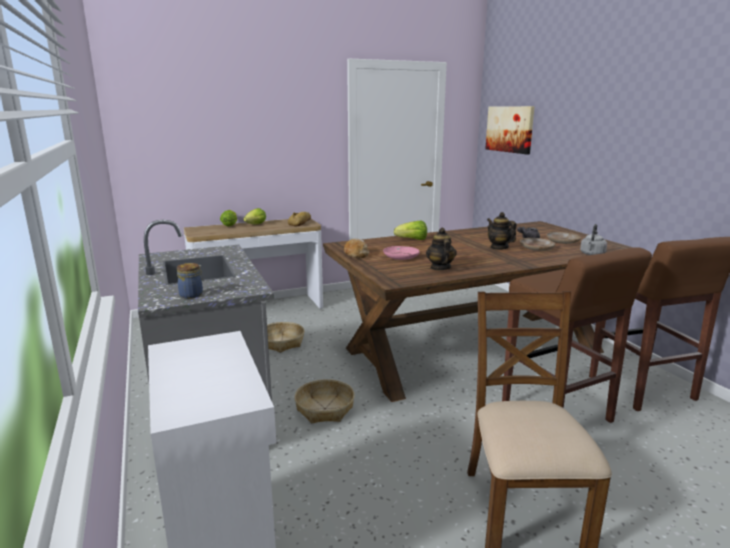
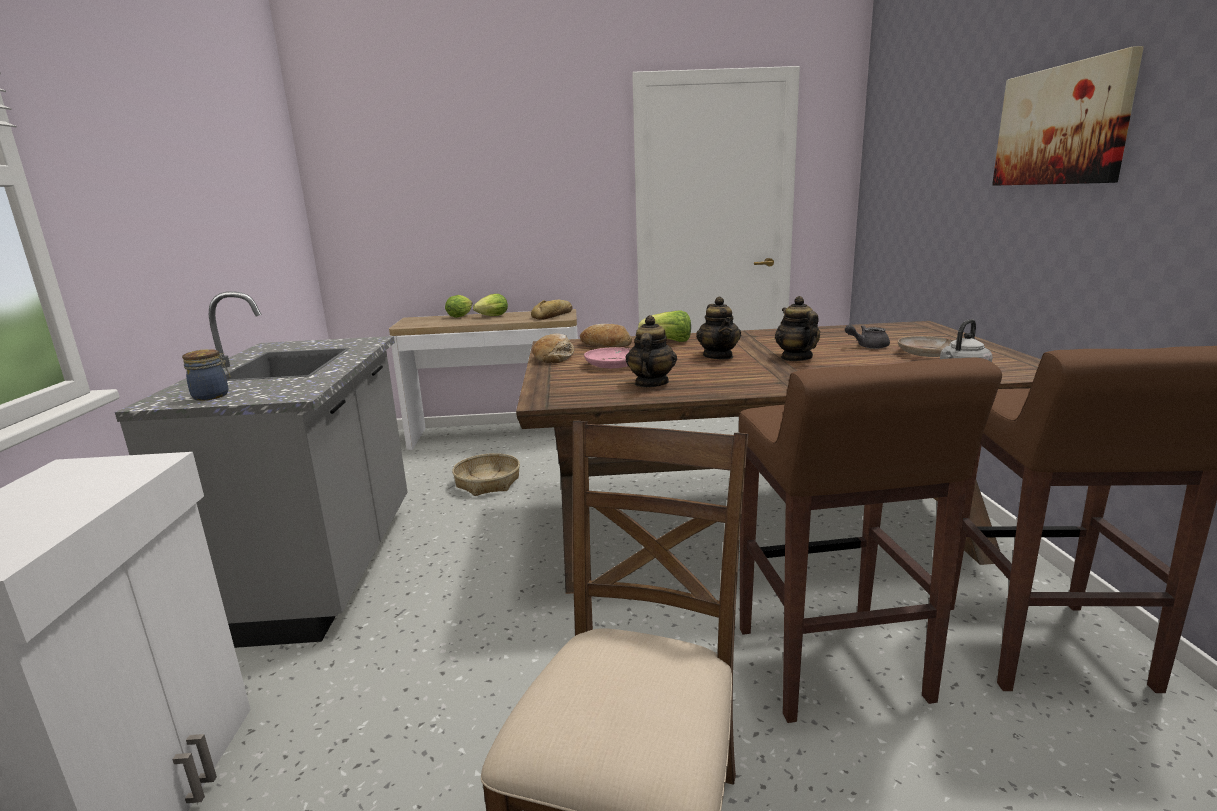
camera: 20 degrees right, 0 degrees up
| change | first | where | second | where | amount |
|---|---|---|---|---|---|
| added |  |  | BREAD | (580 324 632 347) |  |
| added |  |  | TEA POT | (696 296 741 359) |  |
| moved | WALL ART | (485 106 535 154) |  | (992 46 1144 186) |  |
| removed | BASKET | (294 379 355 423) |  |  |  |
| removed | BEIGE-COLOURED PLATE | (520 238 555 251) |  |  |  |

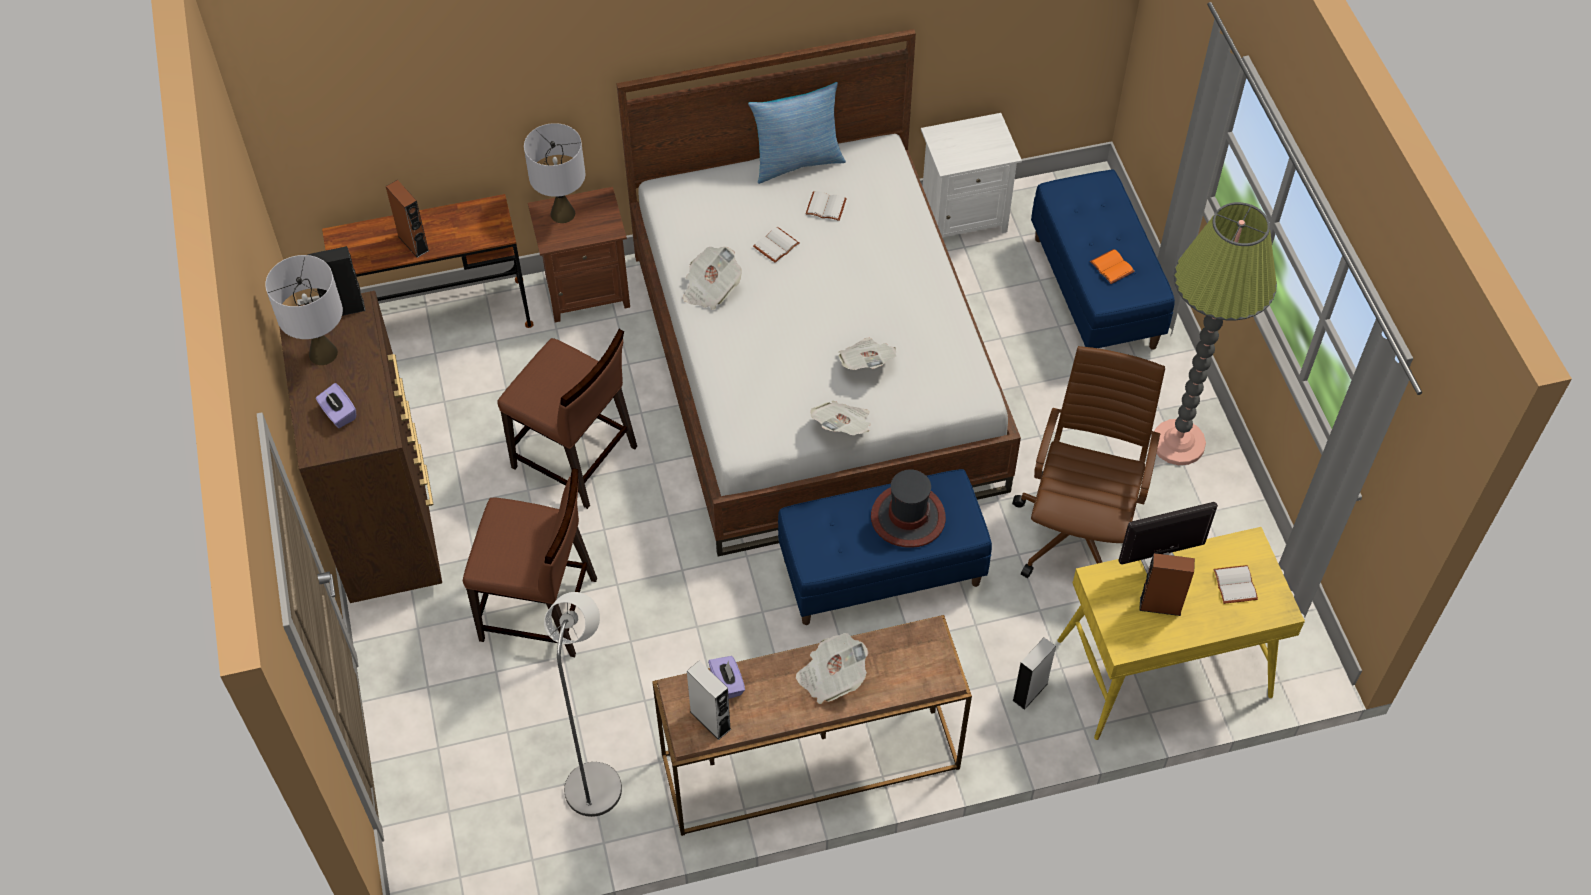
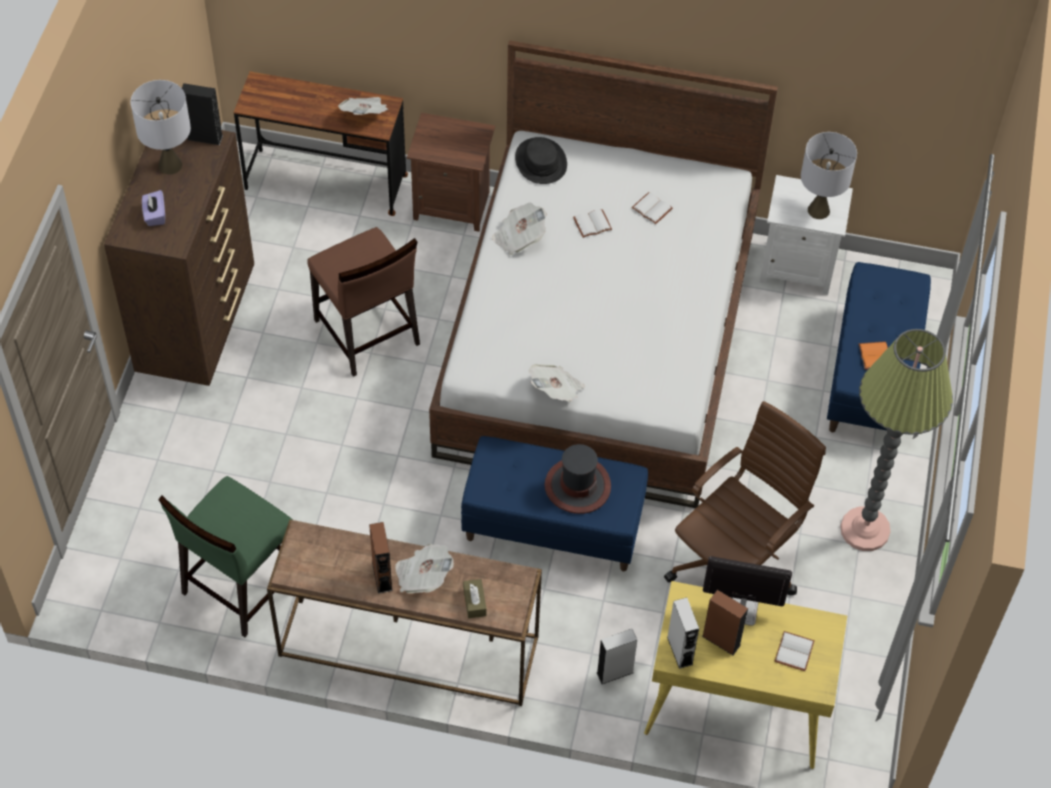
camera: 25 degrees right, 0 degrees up
| change | first | where | second | where | amount |
|---|---|---|---|---|---|
| replaced | GRAY FLOOR LAMP | (544 592 622 817) | GREEN-COLOURED PLAIN CHAIR | (158 476 293 637) |  |
| moved | DAILY PAPER | (838 338 896 370) |  | (338 97 388 115) |  |
| moved | BROWN AUDIO SPEAKER | (386 180 429 258) |  | (369 522 393 593) |  |
| added |  |  | BROWN TISSUE BOX | (463 579 486 618) |  |
| added |  |  | BLACK-COLOURED CLOTHING HAT | (515 137 567 184) |  |
| moved | GRAY AUDIO SPEAKER | (687 661 731 740) |  | (667 598 699 669) |  |
| moved | GRAY TABLE LAMP | (524 123 586 223) |  | (801 132 857 219) |  |
| removed | BROWN PLAIN CHAIR | (463 468 597 657) |  |  |  |
| removed | PURPLE TISSUE BOX | (708 656 745 699) |  |  |  |
| removed | PILLOW | (748 82 846 184) |  |  |  |

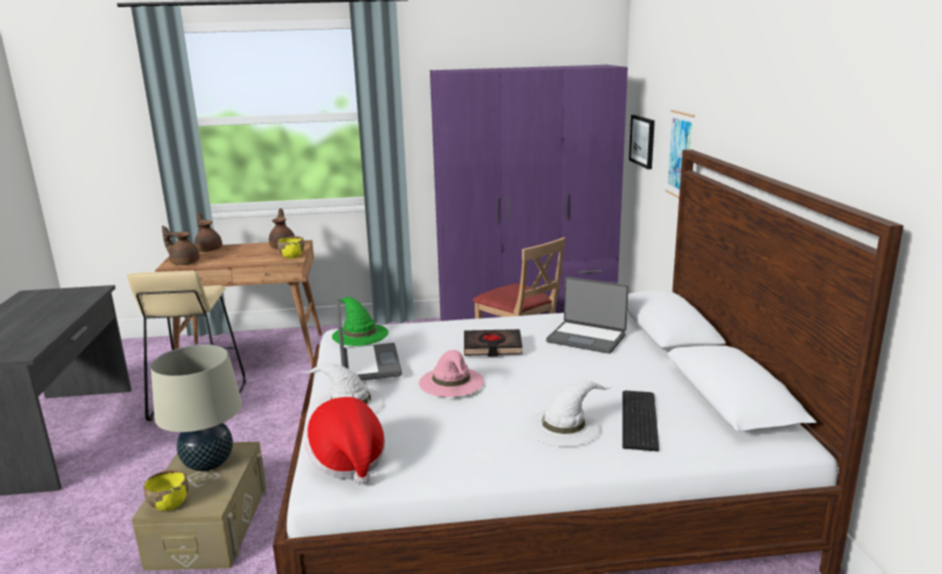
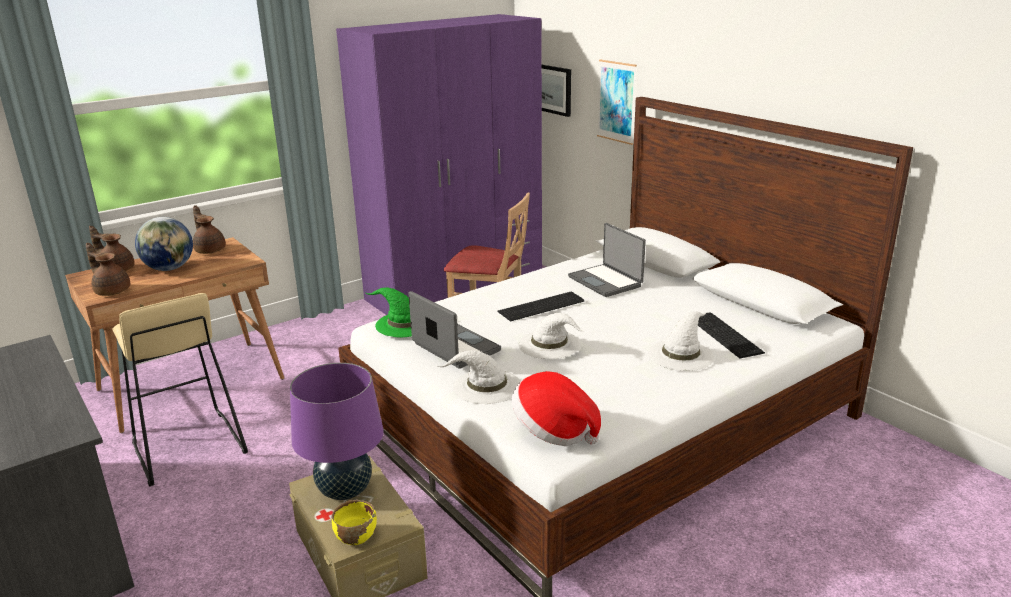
camera: 30 degrees left, 5 degrees up
| change | first | where | second | where | amount |
|---|---|---|---|---|---|
| turned | BROWN TEA POT | (162 226 200 265) |  | (86 243 131 296) | 45 degrees clockwise |
| added |  |  | DESK GLOBE | (135 217 193 271) |  |
| recoloured | BEIGE-COLOURED TABLE LAMP | (151 344 242 471) | PURPLE TABLE LAMP | (290 363 384 500) |  |
| replaced | BLACK-COLOURED VOLUME | (464 329 522 357) | PC KEYBOARD | (498 292 584 322) |  |
| recoloured | PINK-COLOURED CLOTHING HAT | (419 350 484 397) | WHITE CLOTHING HAT | (518 313 585 359) |  |
| turned | NOTEBOOK COMPUTER | (546 277 629 354) |  | (568 223 646 297) | 60 degrees clockwise |
| removed | YELLOW BOWL | (277 236 304 258) |  |  |  |

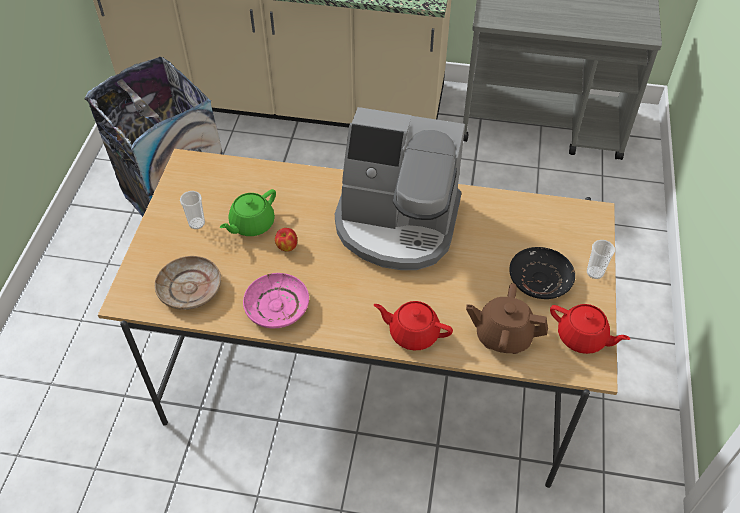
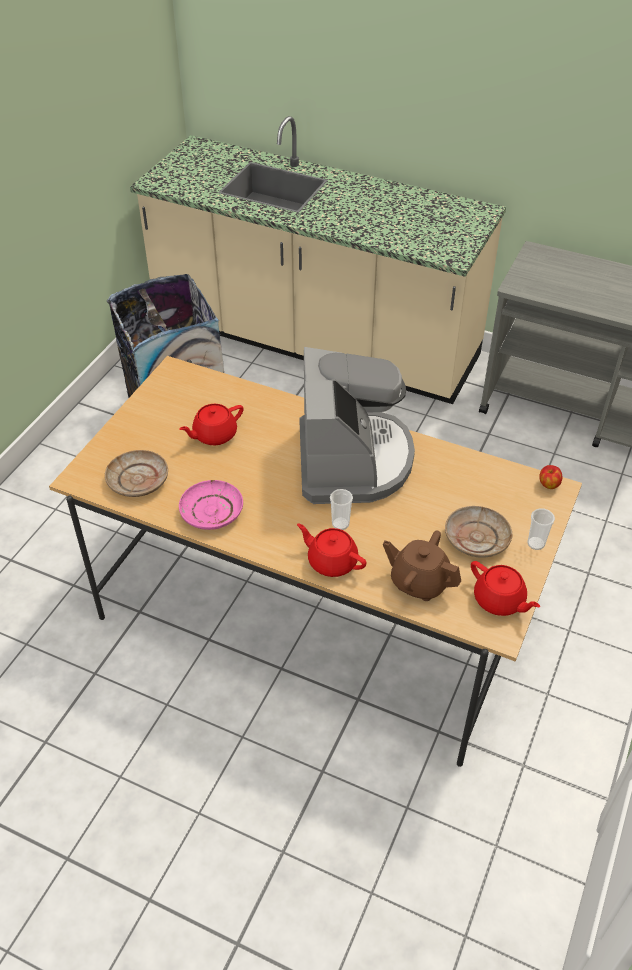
camera: 15 degrees right, 5 degrees down
| change | first | where | second | where | amount |
|---|---|---|---|---|---|
| recoloured | GREEN-COLOURED TEA POT | (220 189 276 236) | RED TEA POT | (179 404 243 445) |  |
| turned | COFFEE MAKER | (335 107 465 270) |  | (299 347 415 504) | 120 degrees counterclockwise |
| moved | SMALL CUP | (180 191 205 229) |  | (330 489 353 530) |  |
| recoloured | BLACK-COLOURED PLATE | (509 247 575 299) | BEIGE-COLOURED PLATE | (445 506 512 558) |  |
| moved | APPLE FRUIT | (275 228 297 252) |  | (539 465 563 489) |  |

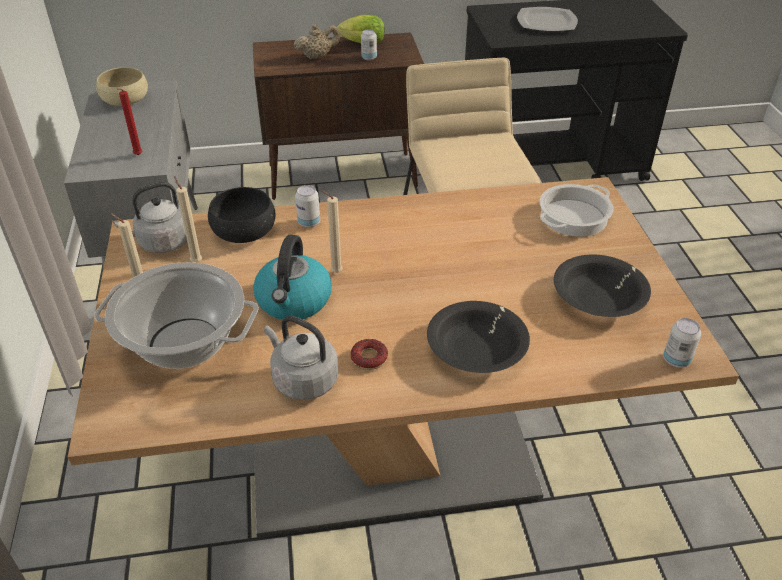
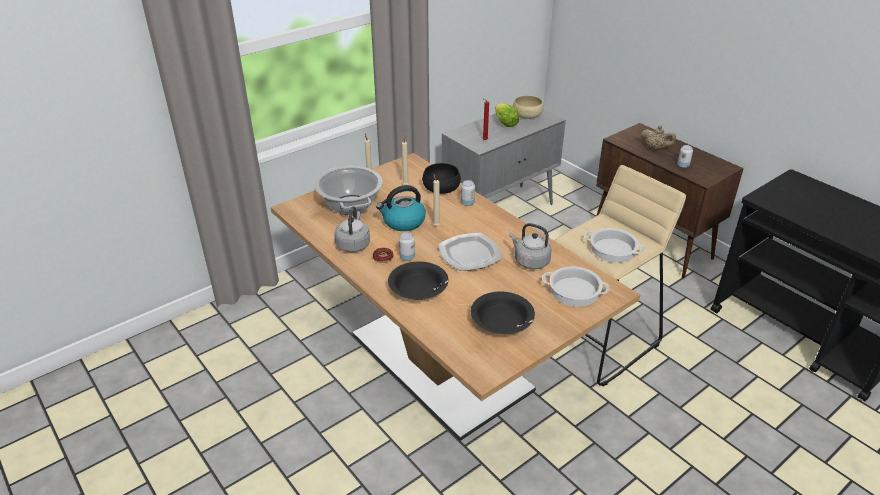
camera: 60 degrees right, 5 degrees down
| change | first | where | second | where | amount |
|---|---|---|---|---|---|
| moved | METAL CAN | (663 318 701 368) |  | (399 232 415 261) |  |
| moved | PLATE | (517 7 578 31) |  | (438 233 503 271) |  |
| moved | HEAD OF LETTUCE | (337 15 385 43) |  | (495 103 519 127) |  |
| moved | GRAY WATER KETTLE | (113 182 187 253) |  | (509 223 552 269) |  |
| added |  |  | SAUCEPOT | (584 228 645 263) |  |

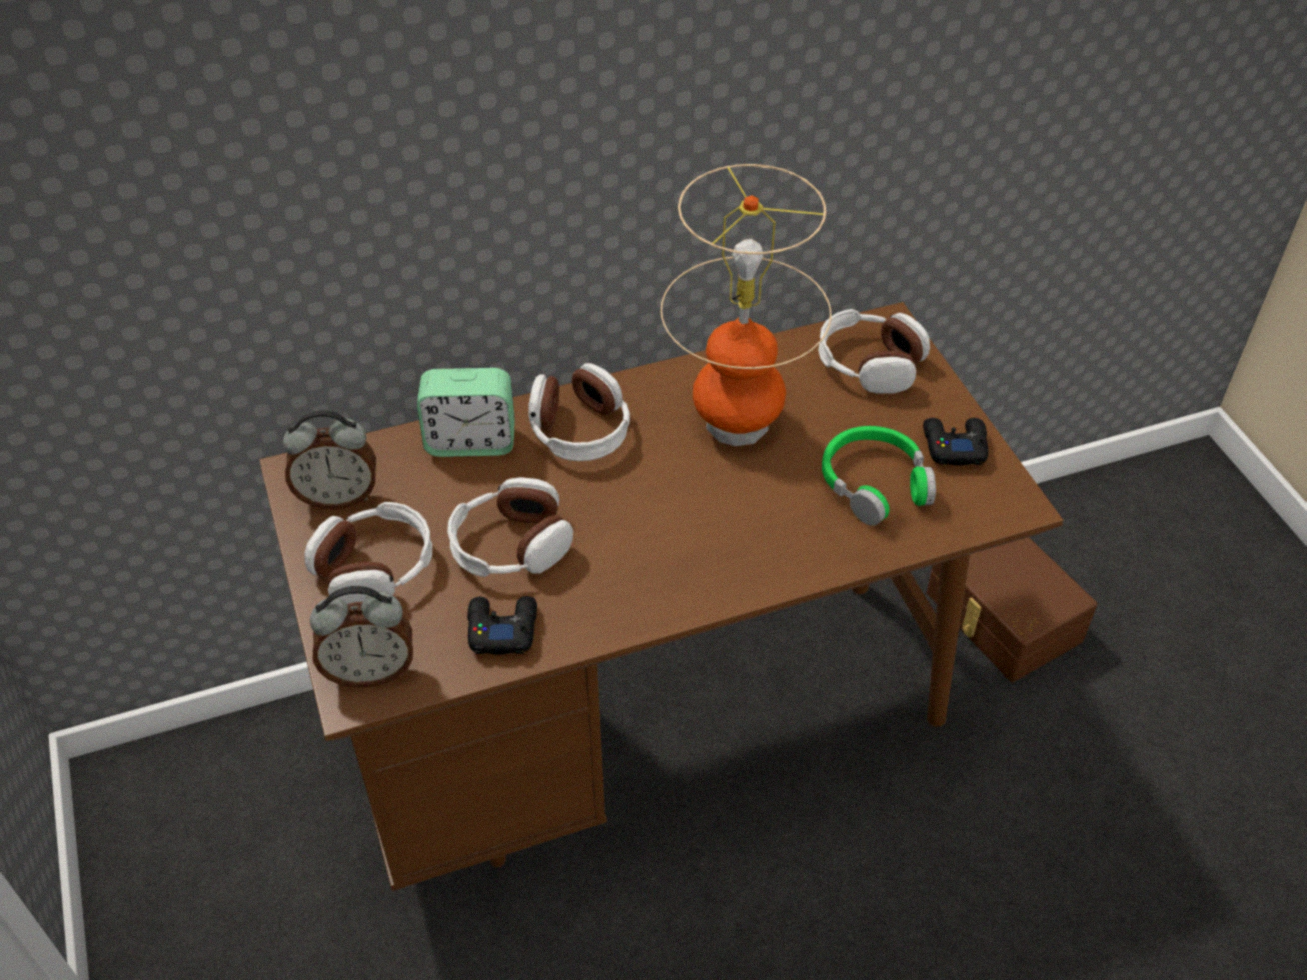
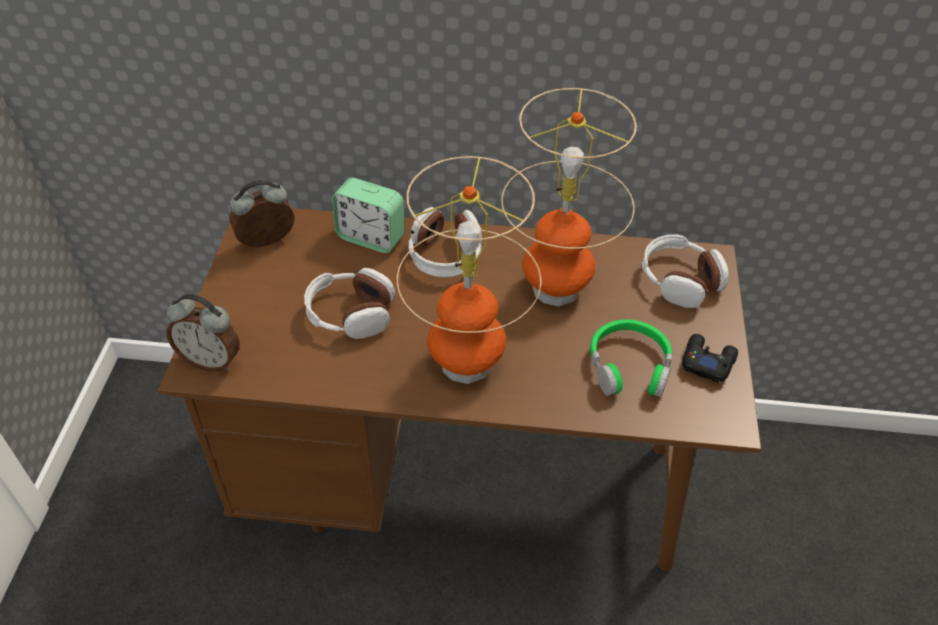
camera: 25 degrees right, 0 degrees up
| change | first | where | second | where | amount |
|---|---|---|---|---|---|
| turned | ALARM CLOCK | (283 410 376 510) |  | (230 180 295 247) | 135 degrees clockwise |
| added |  |  | TABLE LAMP | (397 156 542 384) |  |
| removed | PAIR OF HEADPHONES | (304 502 432 604) |  |  |  |
| removed | BLACK-COLOURED JOYPAD | (467 596 537 655) |  |  |  |
| removed | BROWN STORAGE BIN | (927 537 1097 682) |  |  |  |

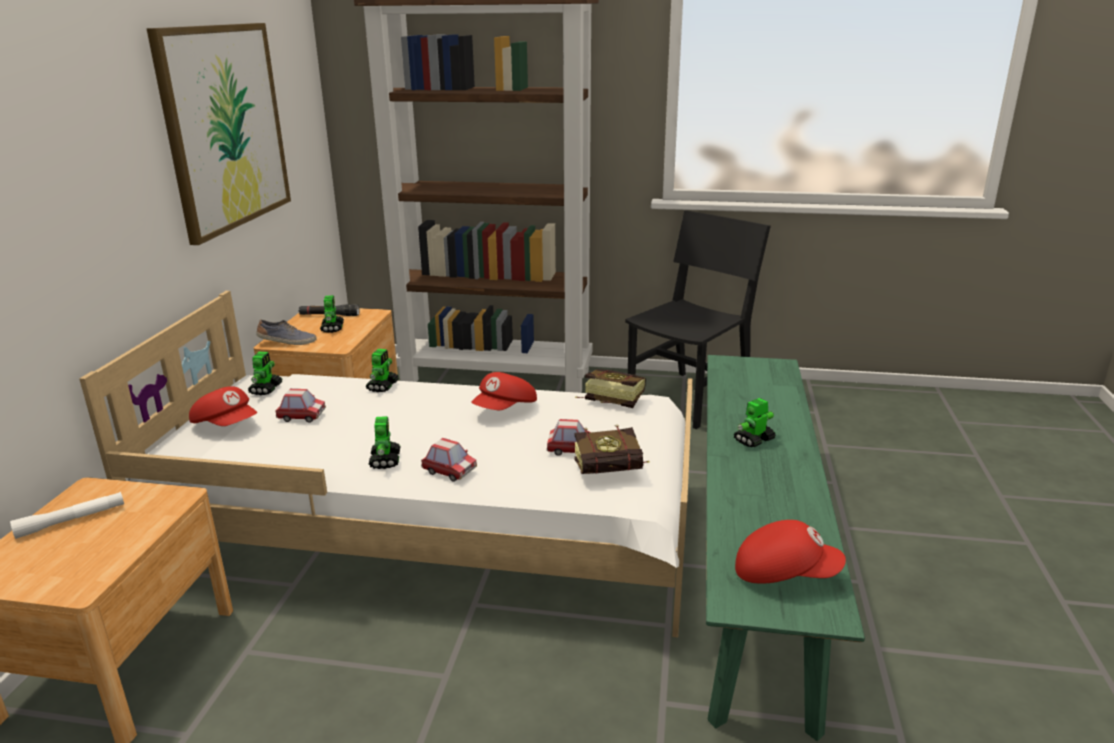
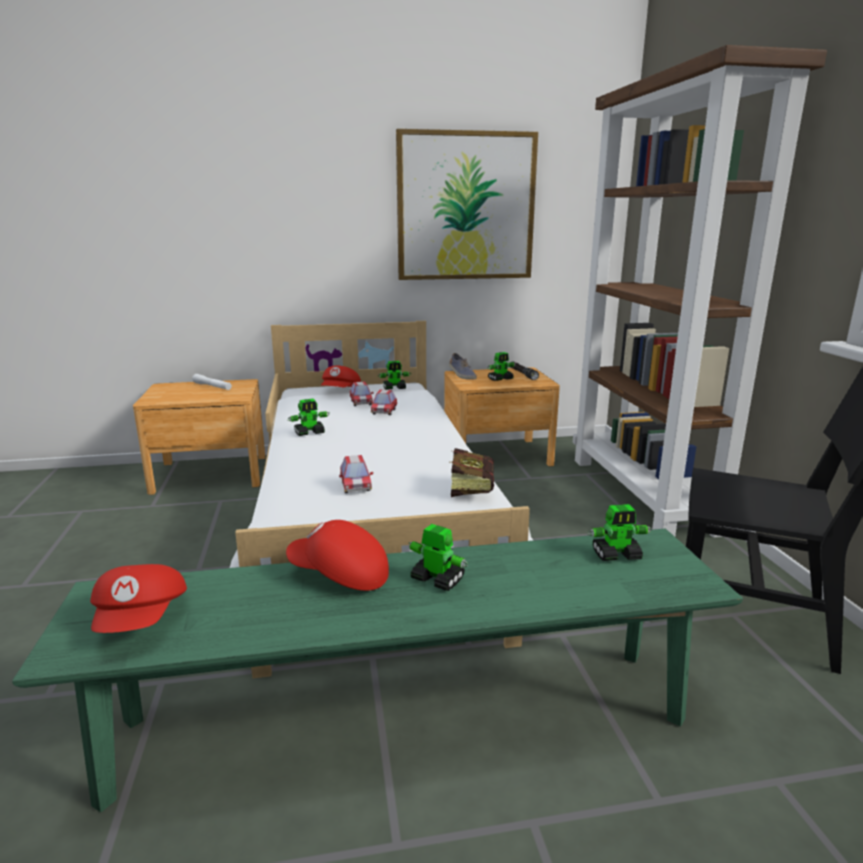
camera: 70 degrees right, 5 degrees down
| change | first | where | second | where | amount |
|---|---|---|---|---|---|
| moved | RED CAP | (471 372 537 410) |  | (286 520 389 591) |  |
| moved | MODEL CAR | (421 438 477 482) |  | (371 389 397 415) |  |
| moved | ROBOT FIGURE | (366 349 399 392) |  | (588 504 652 561) |  |
| removed | VOLUME | (575 425 650 474) |  |  |  |

